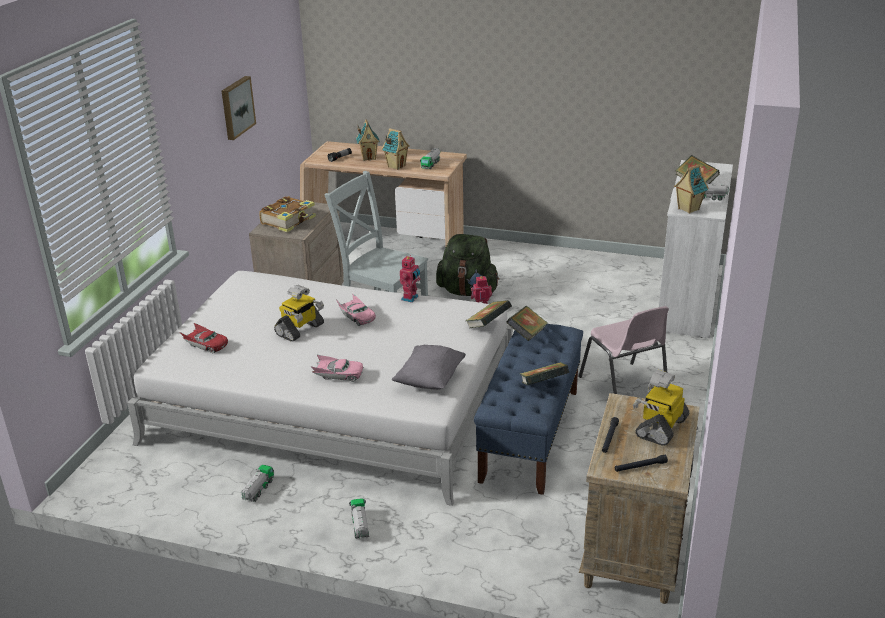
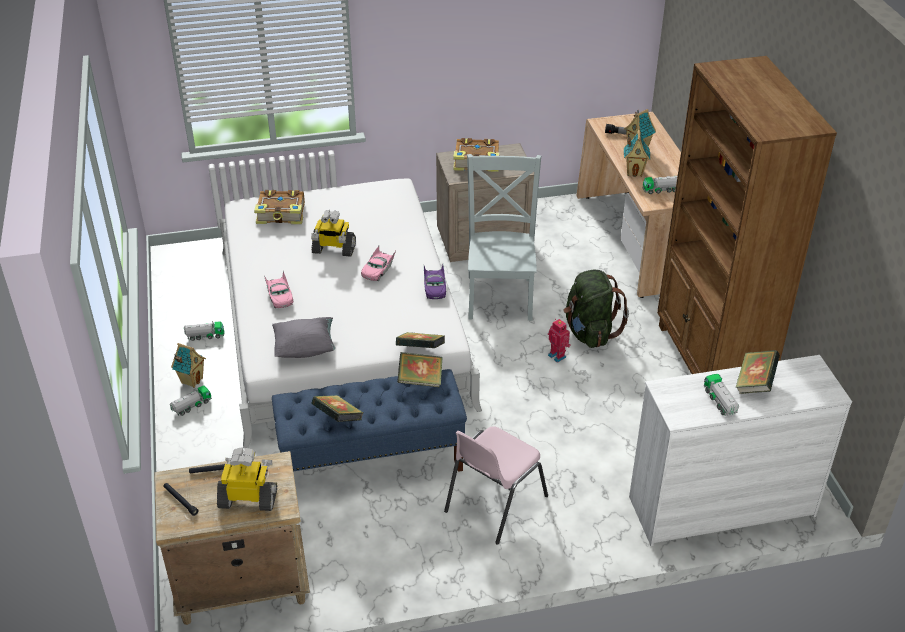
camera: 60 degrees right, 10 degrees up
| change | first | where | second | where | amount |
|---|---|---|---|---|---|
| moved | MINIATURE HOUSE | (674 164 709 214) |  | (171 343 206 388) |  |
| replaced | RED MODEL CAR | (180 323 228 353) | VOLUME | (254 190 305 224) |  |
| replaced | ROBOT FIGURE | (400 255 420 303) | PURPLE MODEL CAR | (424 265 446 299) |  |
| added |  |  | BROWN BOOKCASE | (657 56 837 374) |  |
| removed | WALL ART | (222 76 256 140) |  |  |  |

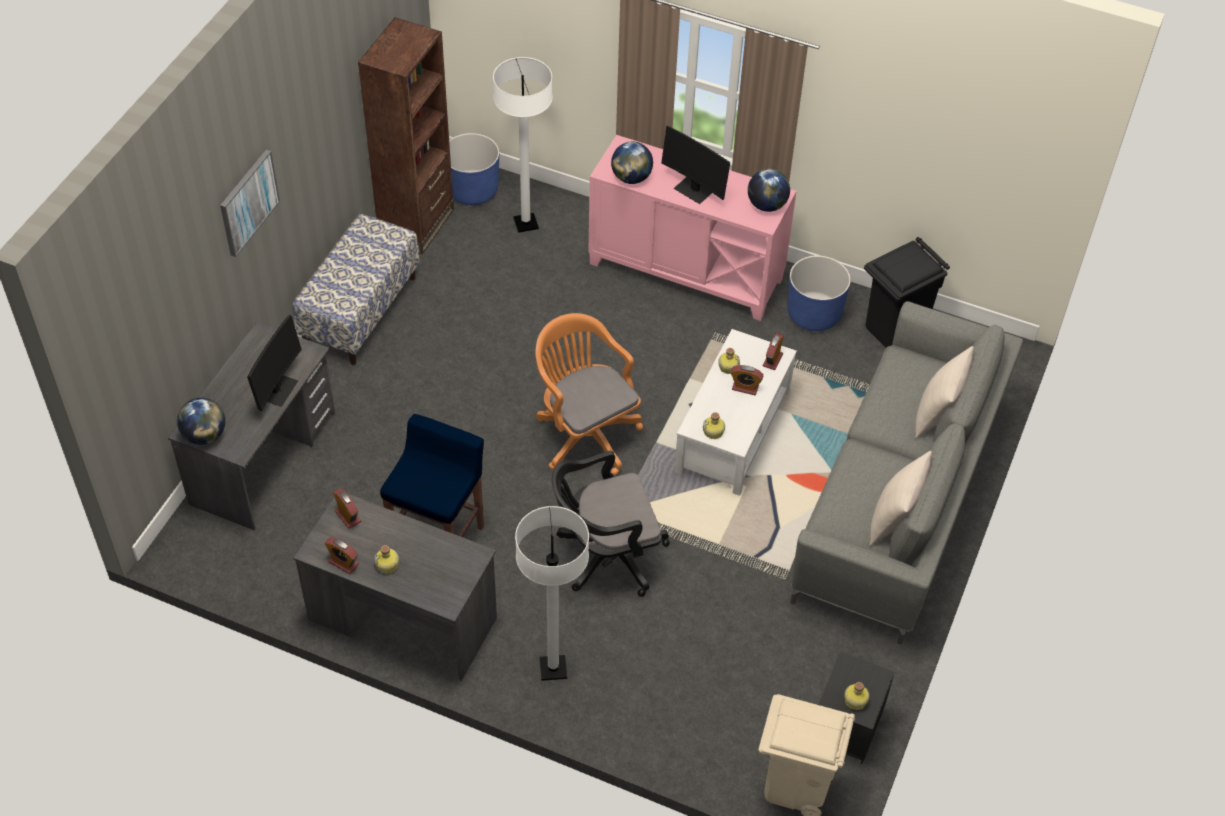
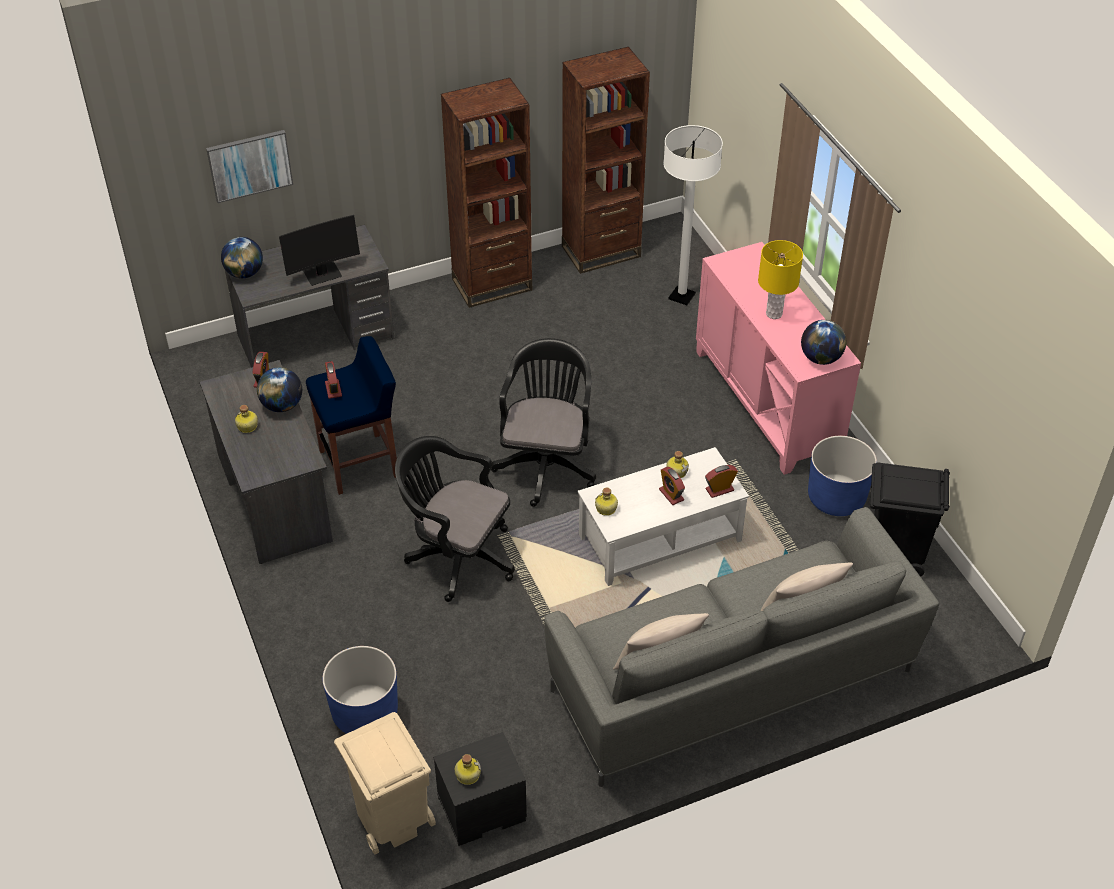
camera: 45 degrees right, 5 degrees down
| change | first | where | second | where | amount |
|---|---|---|---|---|---|
| moved | WALL ART | (220 150 280 257) |  | (206 130 293 203) |  |
| moved | DESK GLOBE | (611 142 653 184) |  | (257 367 302 412) |  |
| moved | BLUE PLANTER | (449 133 499 205) |  | (322 646 398 734) |  |
| moved | ALARM CLOCK | (325 537 359 574) |  | (325 361 342 399) |  |
| replaced | INDOOR BENCH | (292 214 420 365) | BROWN BOOKCASE | (441 78 532 308) |  |
| recoloured | ORANGEY COMPUTER CHAIR | (535 313 643 475) | BLACK-COLOURED COMPUTER CHAIR | (491 338 596 507) |  |
| replaced | COMPUTER SCREEN | (661 125 730 204) | YELLOW TABLE LAMP | (758 240 803 319) |  |
| removed | WHITE FLOOR LAMP | (515 506 589 681) |  |  |  |

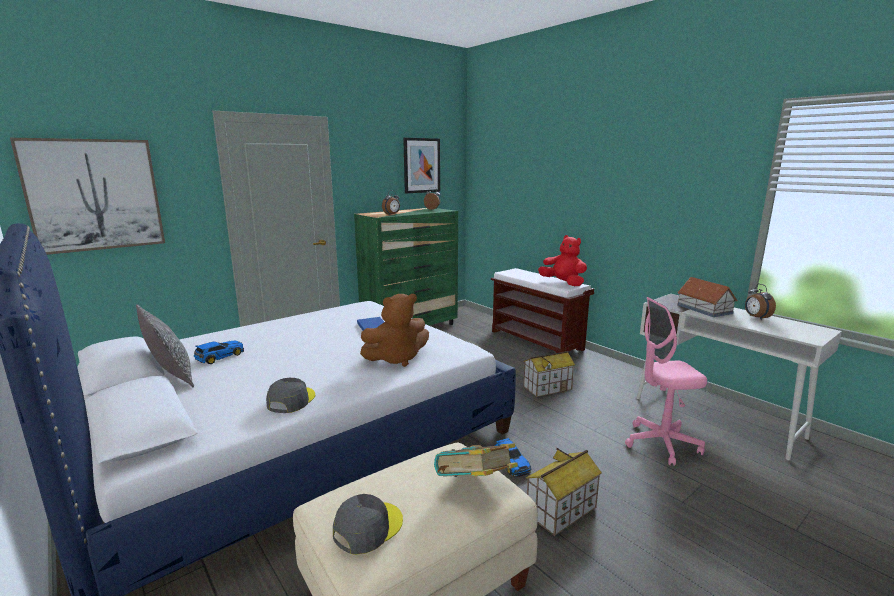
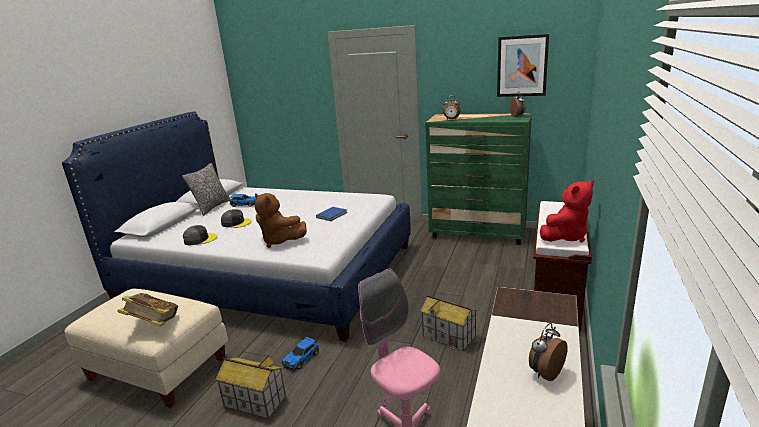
camera: 60 degrees right, 5 degrees up
| change | first | where | second | where | amount |
|---|---|---|---|---|---|
| moved | GRAY CAP | (333 494 403 555) |  | (221 209 252 228) |  |
| turned | RED PLUSH TOY | (538 235 587 286) |  | (540 181 594 242) | 45 degrees clockwise |
| removed | WALL ART | (10 138 165 255) |  |  |  |
| removed | MINIATURE HOUSE | (677 277 738 317) |  |  |  |

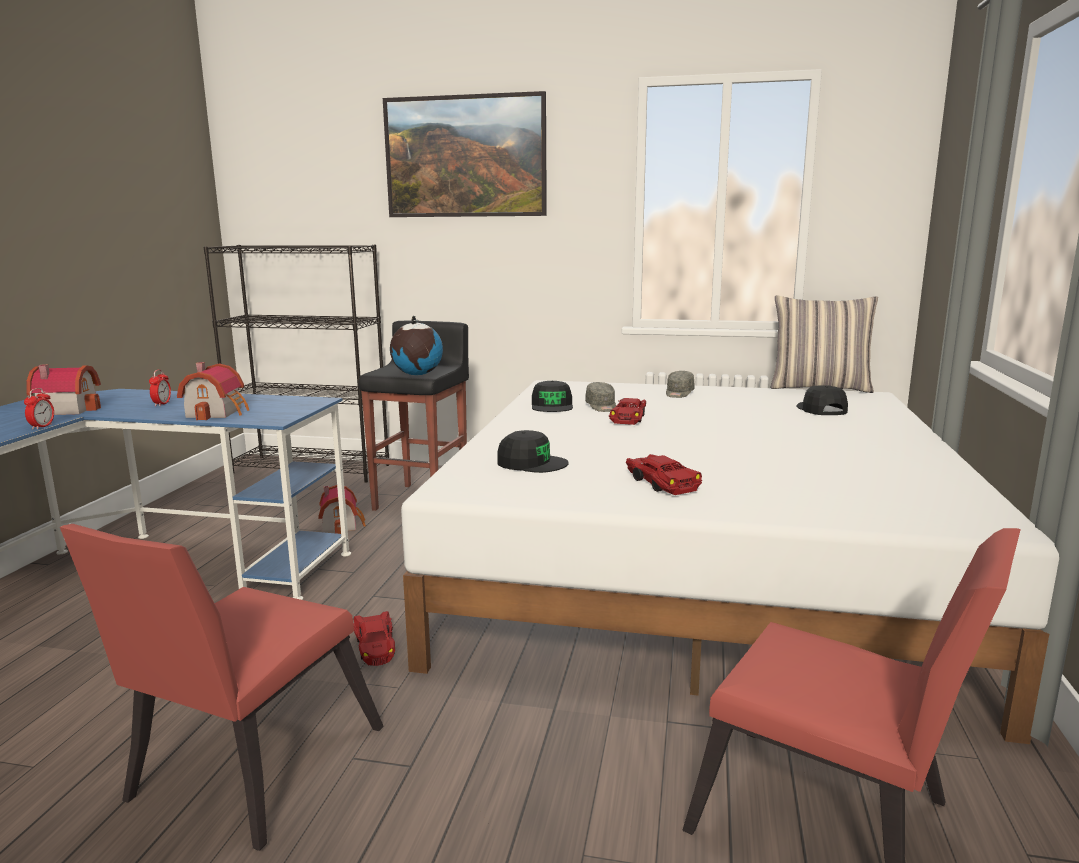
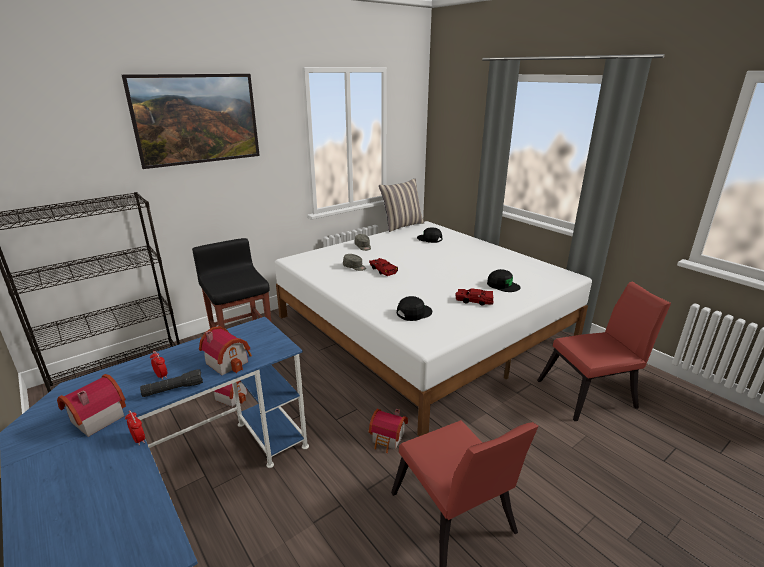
camera: 50 degrees left, 10 degrees up
| change | first | where | second | where | amount |
|---|---|---|---|---|---|
| added |  |  | BLACK-COLOURED FLASHLIGHT | (140 369 203 397) |  |
| replaced | RED MODEL CAR | (353 611 395 666) | MINIATURE HOUSE | (369 409 408 453) |  |
| moved | BLACK-COLOURED CAP | (532 381 573 412) |  | (487 269 521 292) |  |
| removed | DESK GLOBE | (390 316 443 375) |  |  |  |

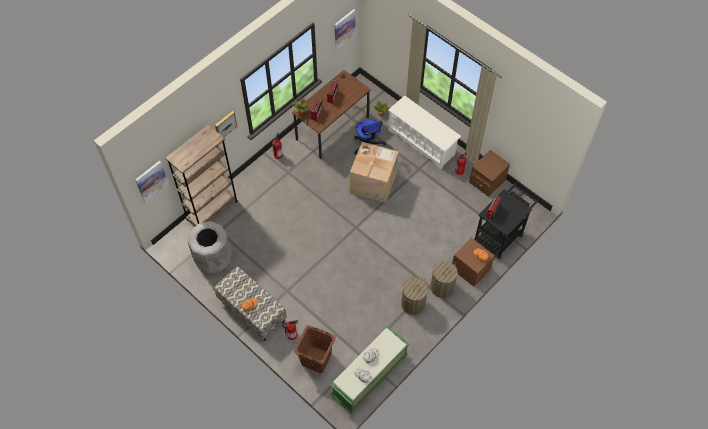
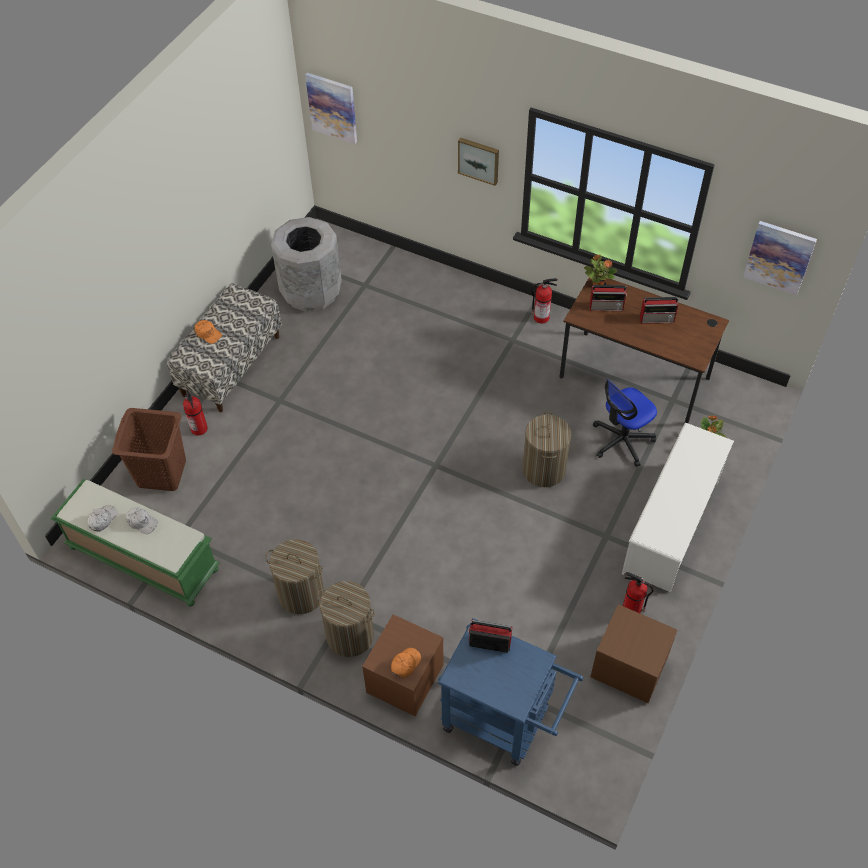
camera: 75 degrees right, 5 degrees down
| change | first | where | second | where | amount |
|---|---|---|---|---|---|
| recoloured | BLACK-COLOURED CART | (474 183 539 260) | BLUE CART | (438 618 583 766) |  |
| replaced | PACKING BOX | (350 142 399 203) | LAUNDRY BASKET | (523 412 571 487) |  |
| removed | BROWN BOOKCASE | (165 125 238 226) |  |  |  |

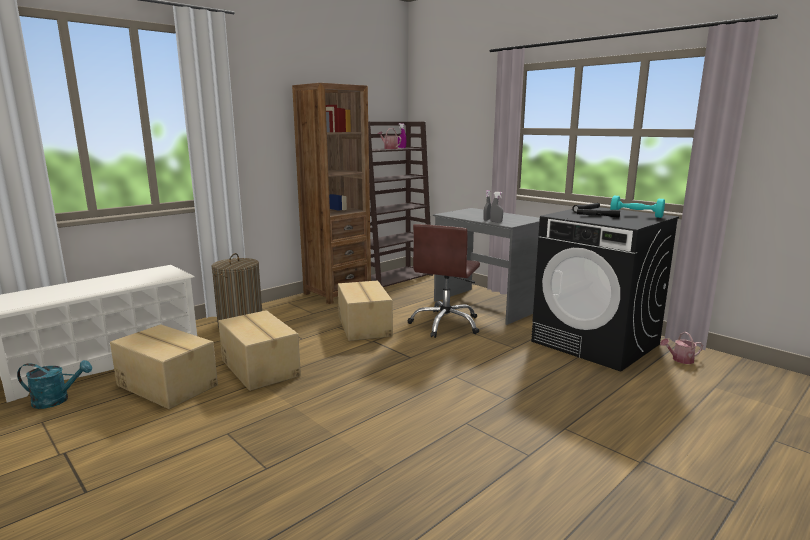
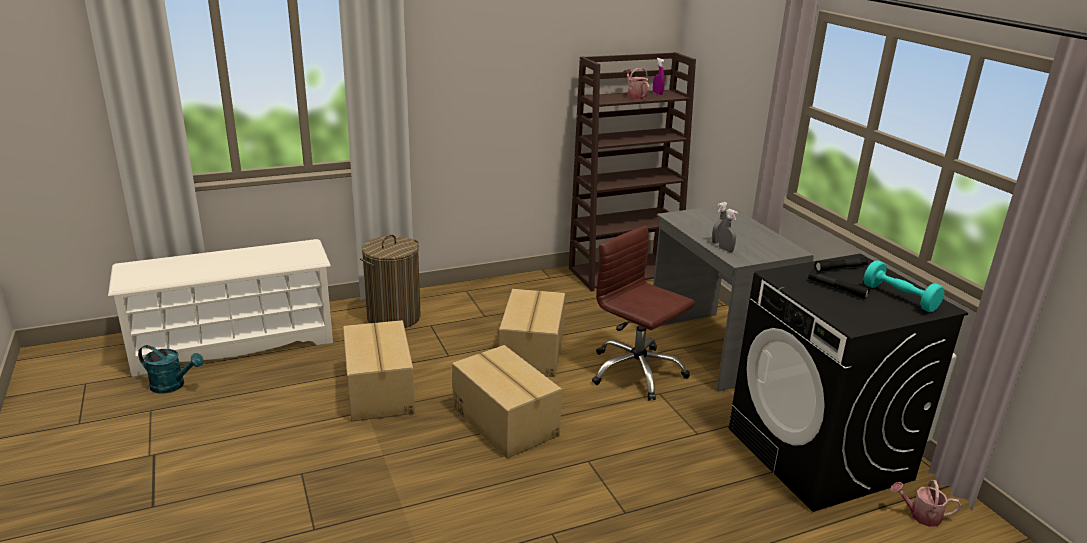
camera: 20 degrees right, 10 degrees up
| change | first | where | second | where | amount |
|---|---|---|---|---|---|
| moved | PACKING BOX | (110 324 218 409) |  | (452 345 562 458) |  |
| turned | BROWN COMPUTER CHAIR | (407 224 480 338) |  | (592 226 695 400) | 90 degrees clockwise |
| removed | BROWN BOOKCASE | (292 83 371 304) |  |  |  |

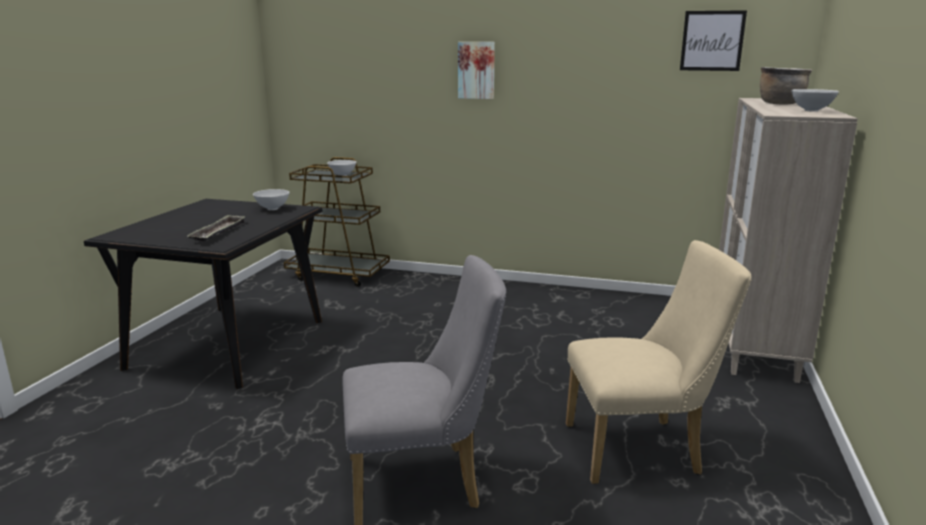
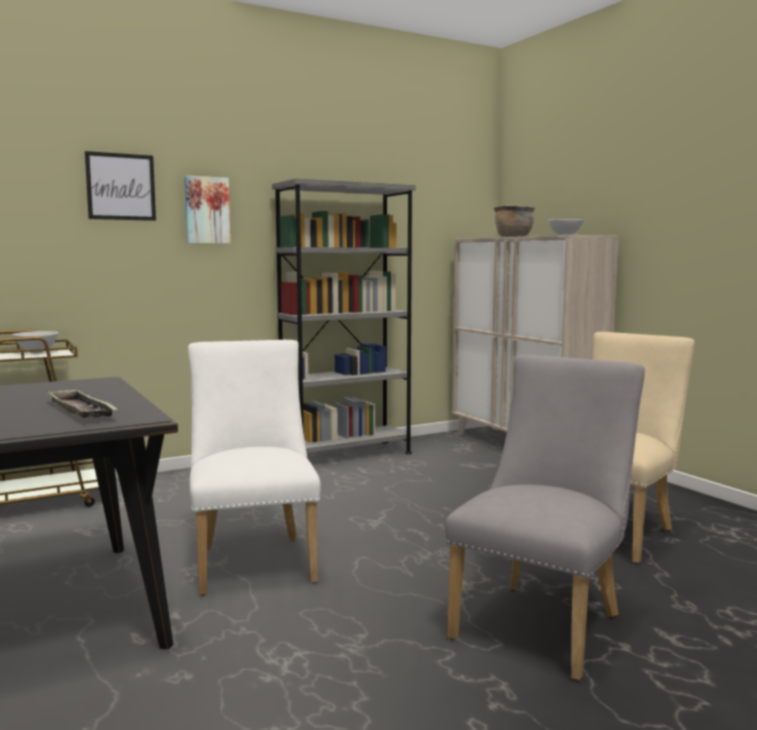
camera: 45 degrees left, 10 degrees down
| change | first | where | second | where | amount |
|---|---|---|---|---|---|
| moved | WALL ART | (680 10 747 71) |  | (85 151 156 221) |  |
| added |  |  | WHITE PLAIN CHAIR | (188 340 321 596) |  |
| added |  |  | GRAY BOOKCASE | (272 179 416 454) |  |
| removed | WHITE BOWL | (253 189 289 210) |  |  |  |

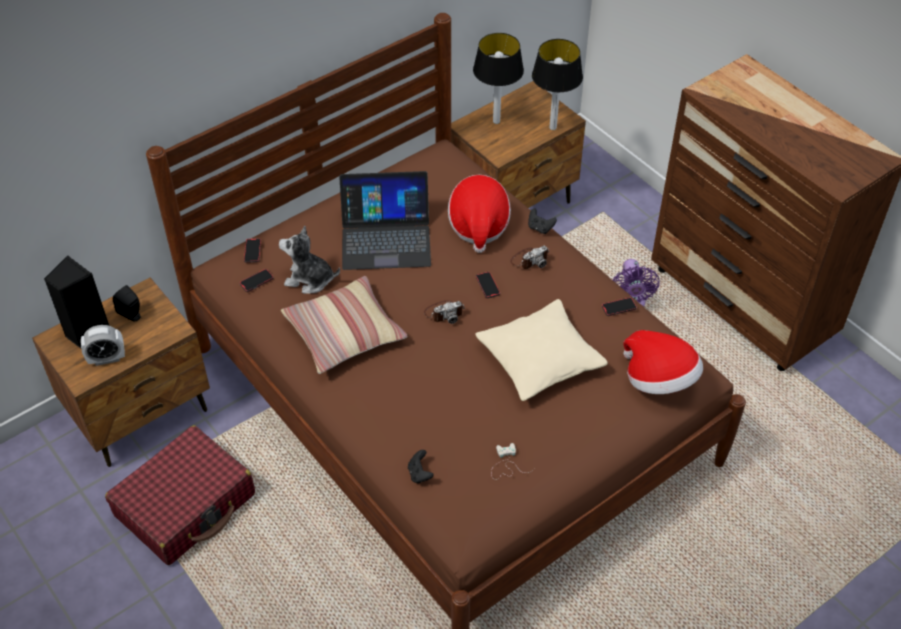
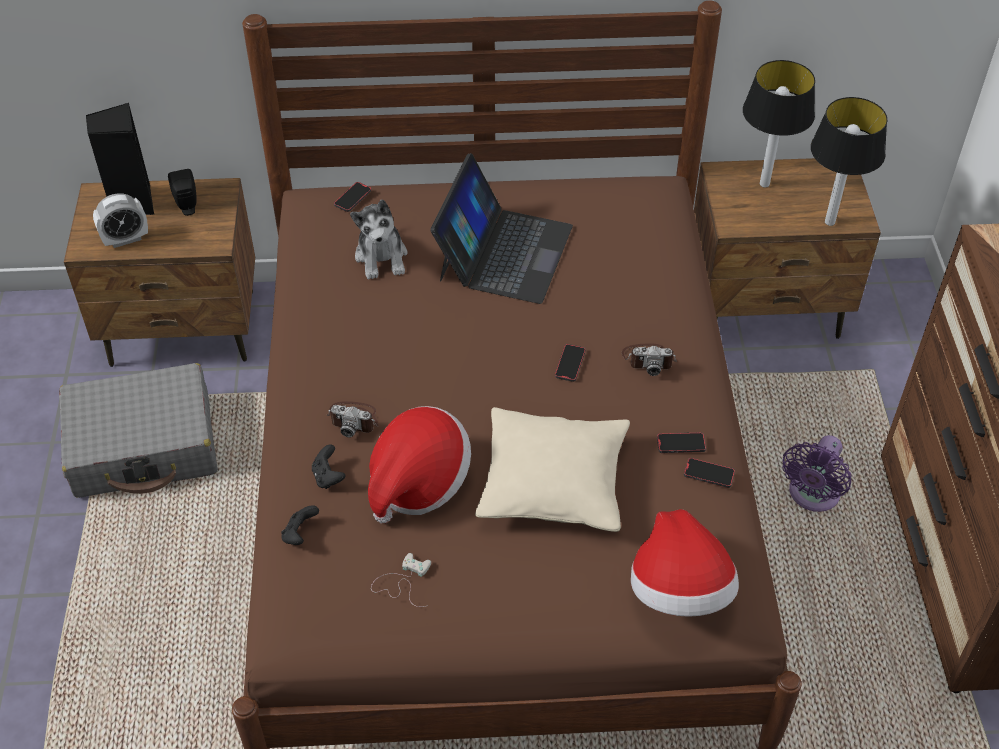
camera: 35 degrees right, 0 degrees up
| change | first | where | second | where | amount |
|---|---|---|---|---|---|
| recoloured | RED SUITCASE | (105 425 255 565) | GRAY SUITCASE | (59 363 218 498) |  |
| turned | ALARM CLOCK | (81 325 125 366) |  | (93 193 148 248) | 45 degrees counterclockwise |
| moved | BLACK-COLOURED JOYPAD | (528 208 557 234) |  | (312 444 345 489) |  |
| moved | STILL CAMERA | (424 300 465 324) |  | (327 401 378 437) |  |
| turned | PLUSH TOY | (279 226 340 294) |  | (350 199 408 279) | 150 degrees counterclockwise |
| moved | CLOTHING HAT | (448 175 511 253) |  | (368 406 471 523) |  |
| turned | NOTEBOOK COMPUTER | (339 171 431 270) |  | (430 153 573 304) | 105 degrees counterclockwise |
| moved | HANDSET | (240 269 274 292) |  | (657 432 706 453) |  |
| removed | PILLOW | (281 276 408 374) |  |  |  |

